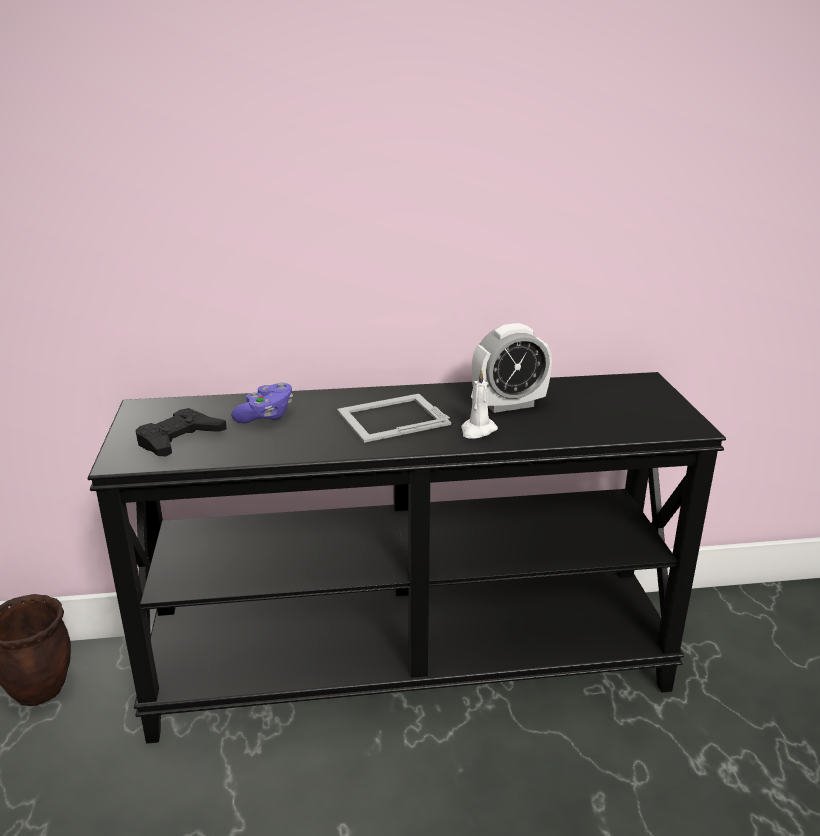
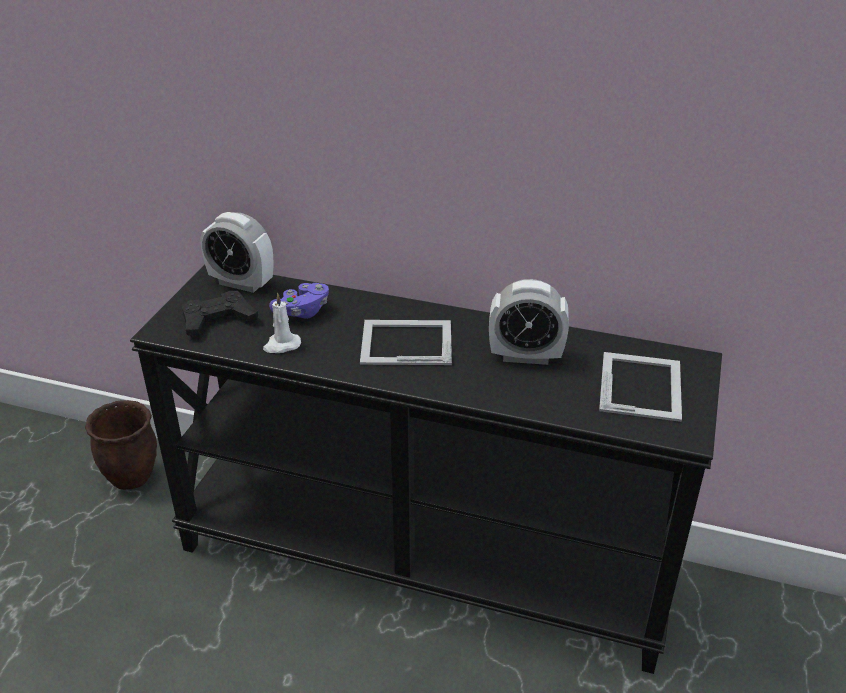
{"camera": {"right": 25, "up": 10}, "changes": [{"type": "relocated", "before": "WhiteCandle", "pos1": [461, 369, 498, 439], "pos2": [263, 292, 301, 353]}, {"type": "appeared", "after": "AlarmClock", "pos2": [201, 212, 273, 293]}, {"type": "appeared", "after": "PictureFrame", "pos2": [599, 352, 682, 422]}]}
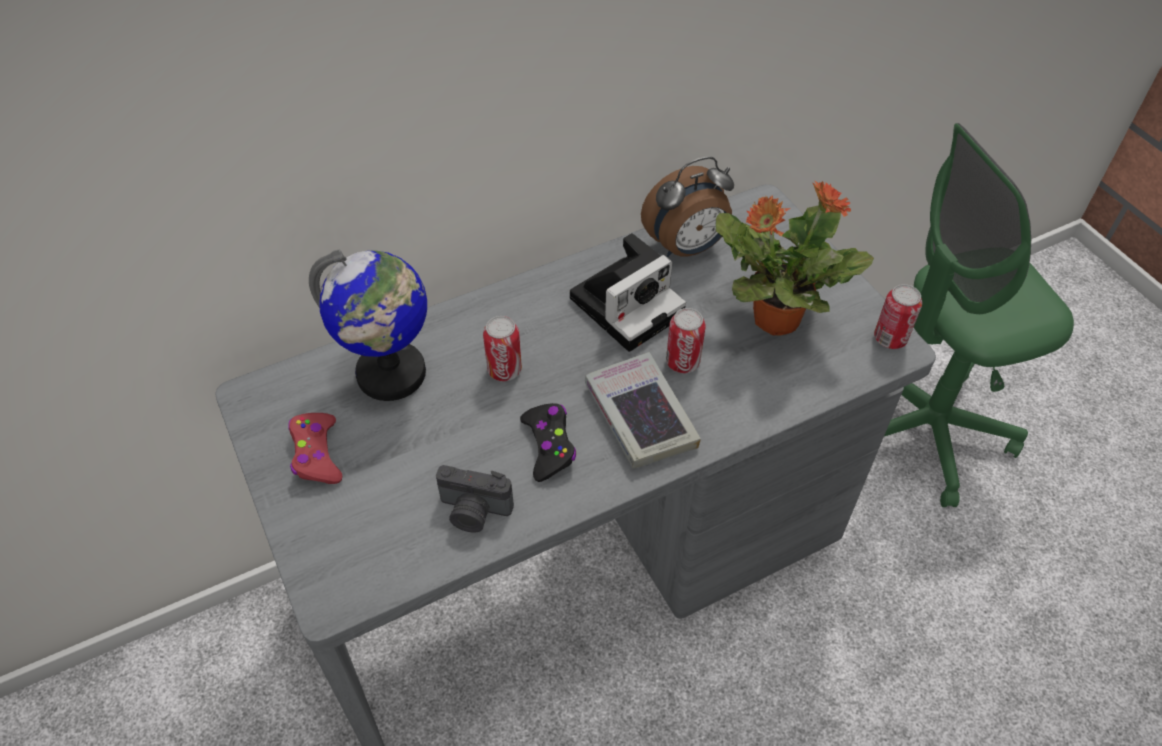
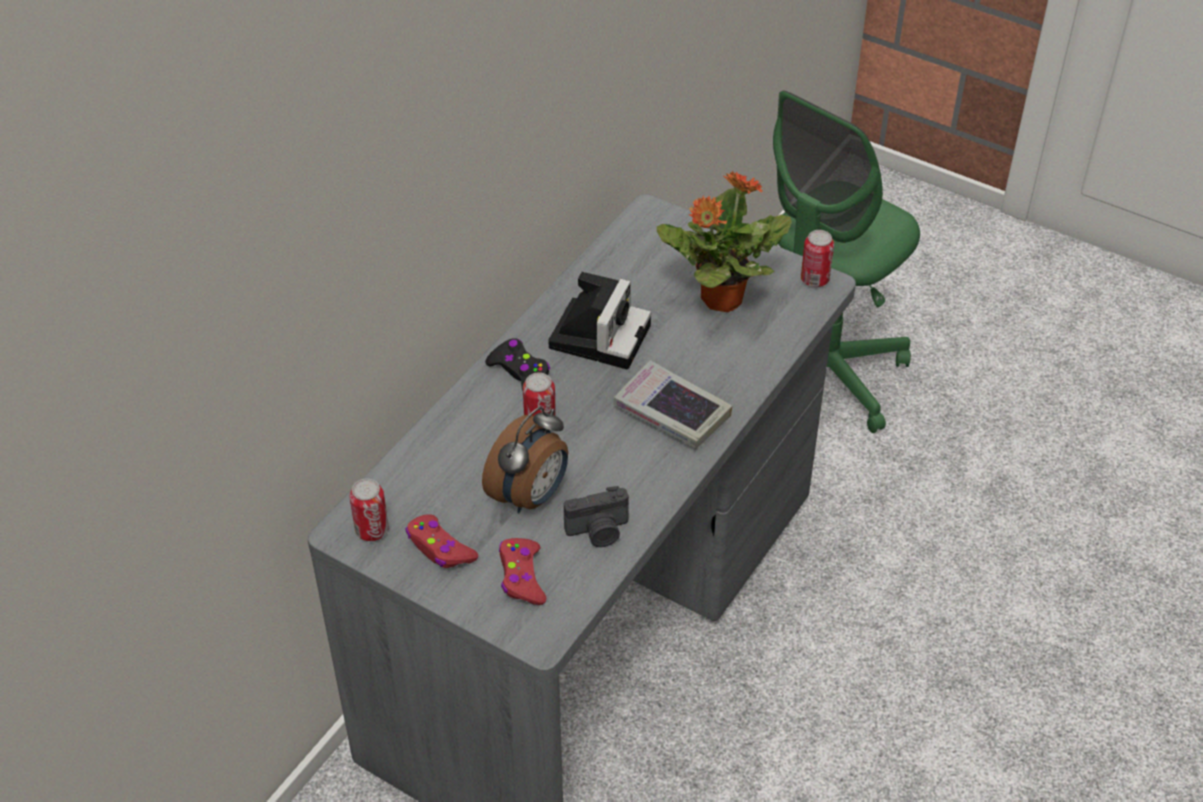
{"camera": {"right": -30, "up": -5}, "changes": [{"type": "relocated", "before": "AlarmClock", "pos1": [641, 156, 734, 257], "pos2": [482, 407, 568, 513]}, {"type": "missing", "before": "Globe", "pos1": [309, 250, 427, 401]}, {"type": "relocated", "before": "Can", "pos1": [666, 308, 706, 373], "pos2": [349, 478, 389, 541]}, {"type": "relocated", "before": "BlackGameController", "pos1": [520, 403, 576, 482], "pos2": [485, 338, 550, 391]}, {"type": "appeared", "after": "RedGameController", "pos2": [499, 538, 546, 605]}]}
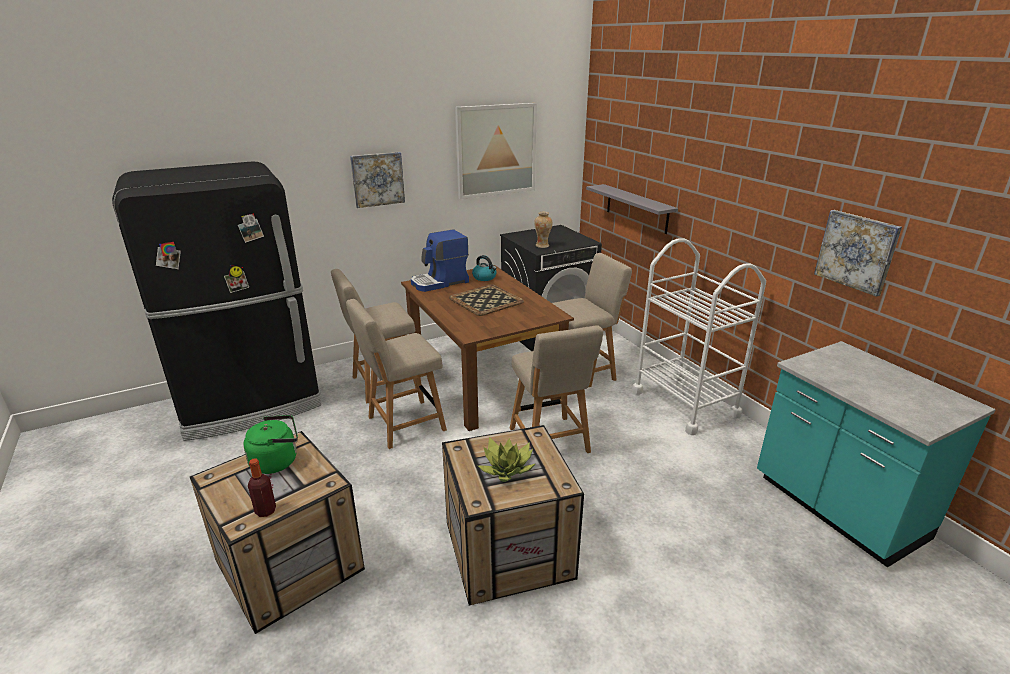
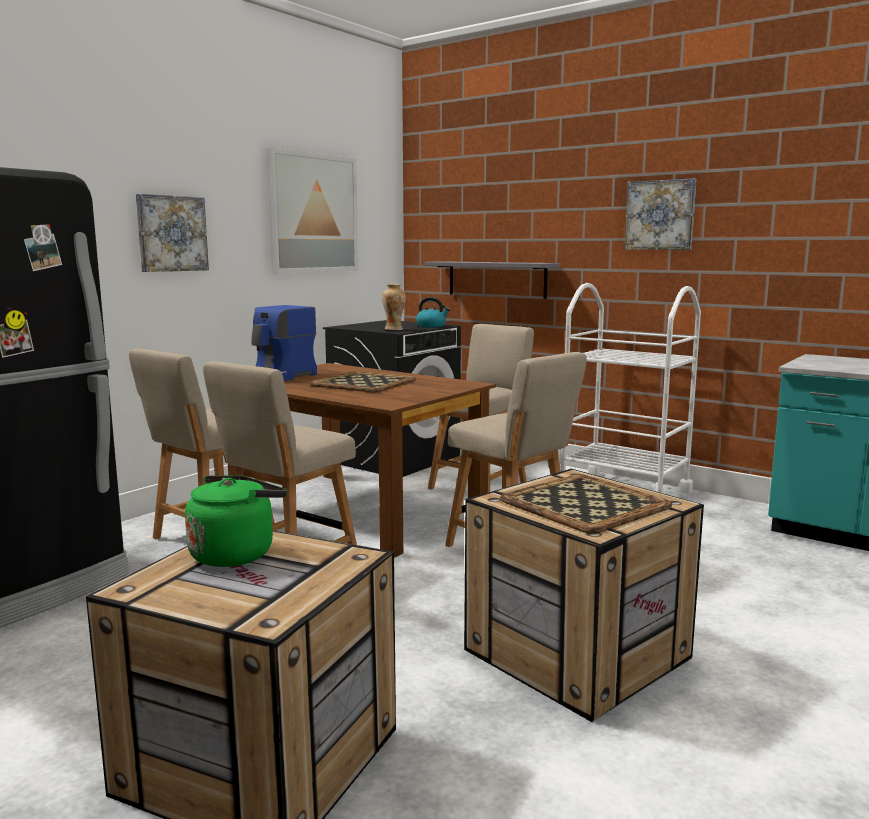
{"camera": {"right": -25, "up": -15}, "changes": [{"type": "relocated", "before": "Picture", "pos1": [814, 210, 902, 297], "pos2": [624, 178, 696, 250]}, {"type": "relocated", "before": "Kettle", "pos1": [472, 255, 496, 281], "pos2": [416, 297, 450, 327]}, {"type": "exchanged", "before": "PottedPlant", "after": "Tray", "pos1": [478, 437, 535, 482], "pos2": [500, 474, 672, 534]}, {"type": "missing", "before": "Bottle", "pos1": [248, 459, 276, 517]}]}
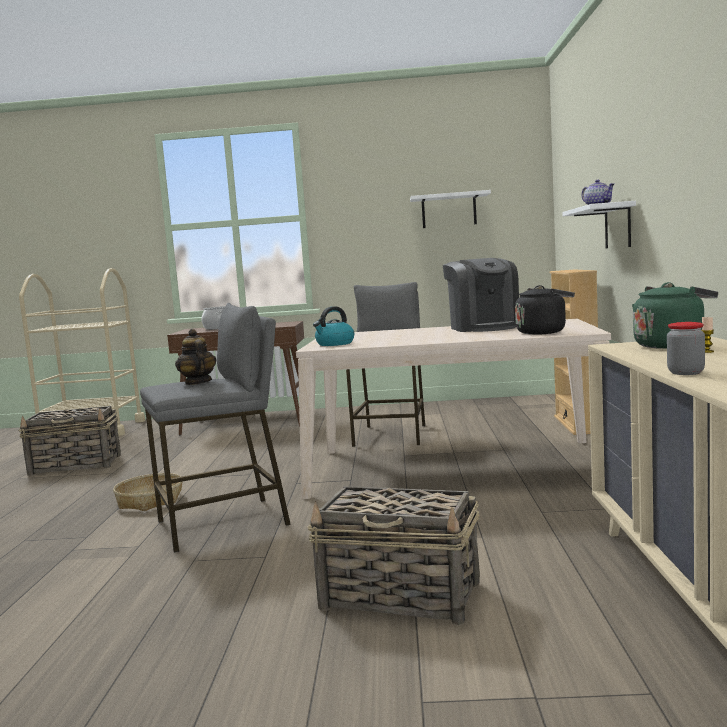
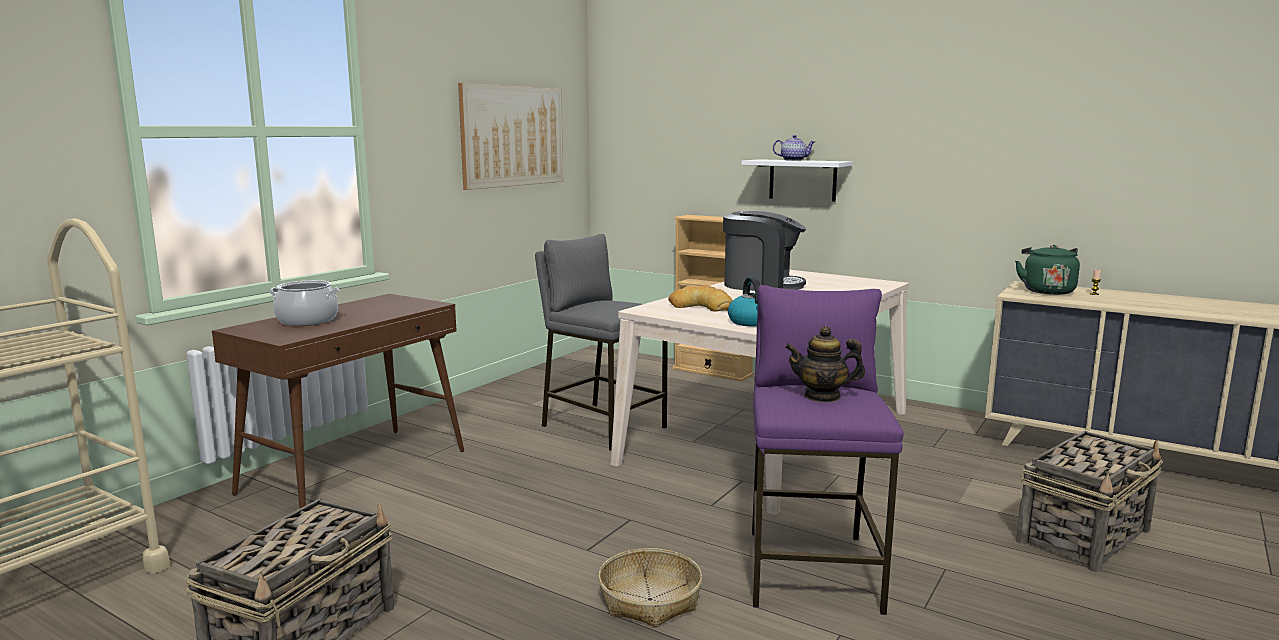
{"camera": {"right": -60, "up": 5}, "changes": [{"type": "exchanged", "before": "WhiteShelf", "after": "Picture", "pos1": [410, 190, 491, 228], "pos2": [458, 83, 563, 190]}, {"type": "missing", "before": "BlackKettle", "pos1": [515, 285, 575, 335]}, {"type": "colour", "before": "GreyStool", "after": "PurpleStool", "pos1": [140, 303, 291, 553], "pos2": [752, 285, 904, 615]}, {"type": "missing", "before": "Jar", "pos1": [667, 322, 705, 375]}, {"type": "appeared", "after": "Bread", "pos2": [668, 285, 733, 312]}]}
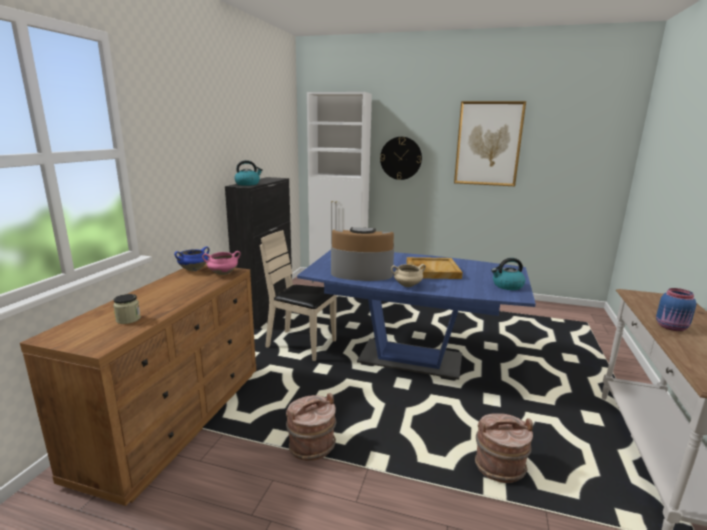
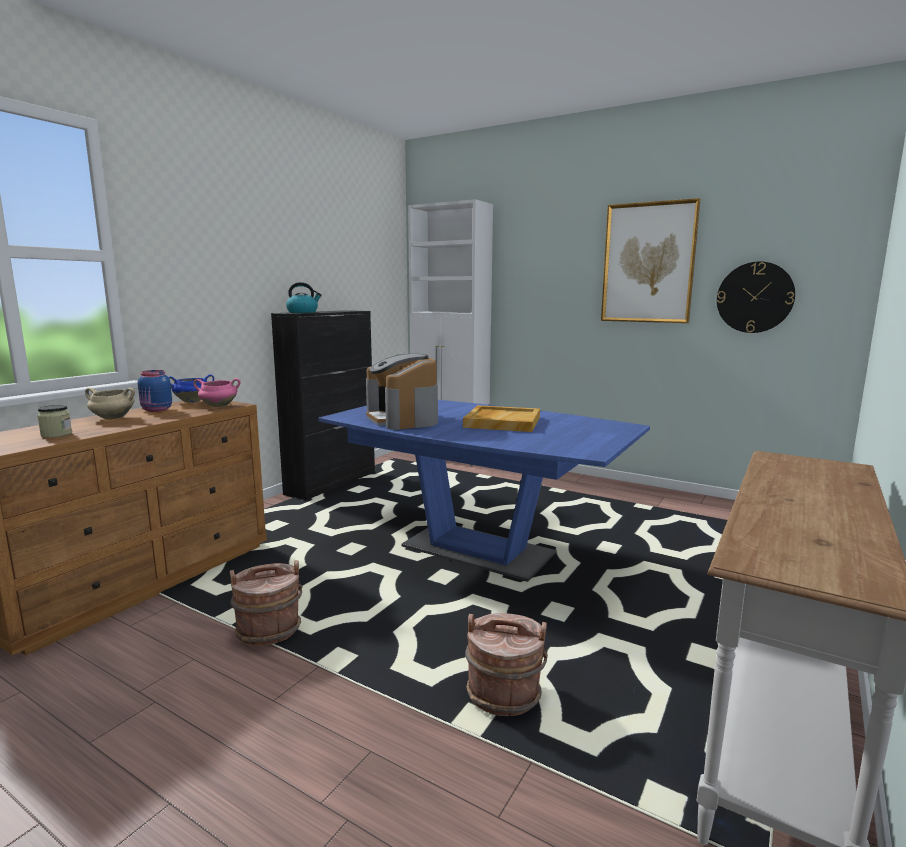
{"camera": {"right": 15, "up": -5}, "changes": [{"type": "relocated", "before": "WallClock", "pos1": [380, 137, 422, 180], "pos2": [717, 261, 795, 333]}, {"type": "spun", "before": "CoffeeMachine", "pos1": [331, 227, 394, 281], "pos2": [366, 354, 438, 430], "turn": -135}, {"type": "missing", "before": "BeigeChair", "pos1": [260, 230, 337, 361]}, {"type": "missing", "before": "Kettle", "pos1": [491, 258, 526, 290]}, {"type": "relocated", "before": "BeigeCookingPot", "pos1": [391, 264, 426, 287], "pos2": [85, 388, 135, 420]}, {"type": "relocated", "before": "BlueJar", "pos1": [656, 288, 696, 331], "pos2": [137, 370, 172, 412]}]}
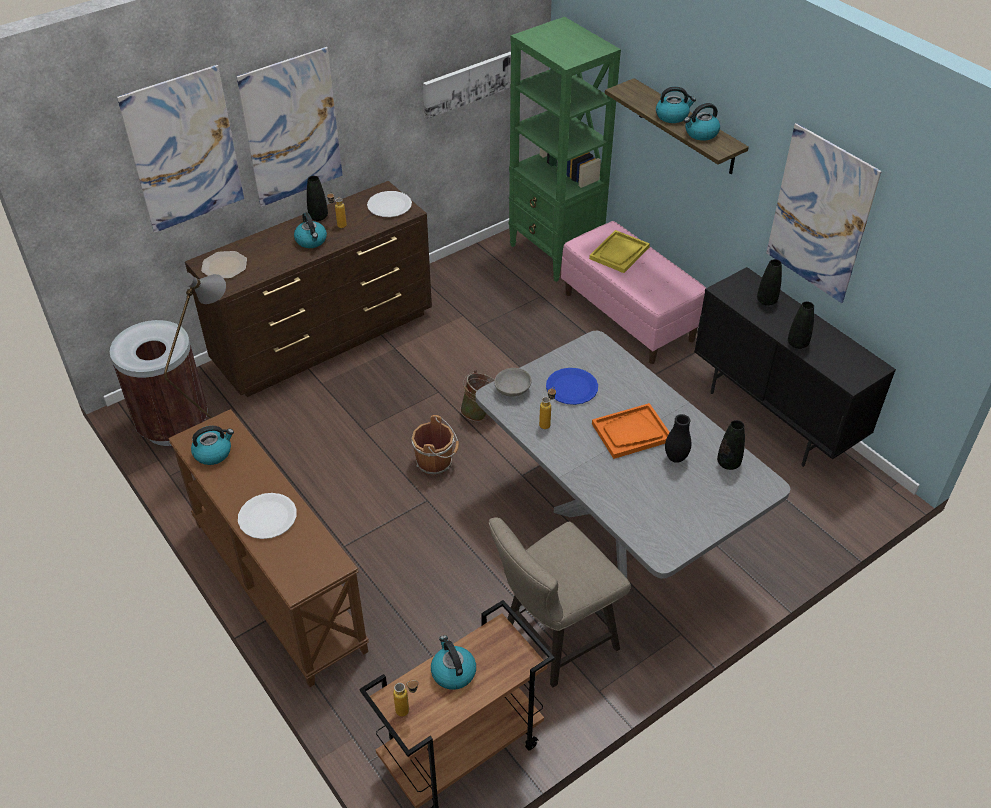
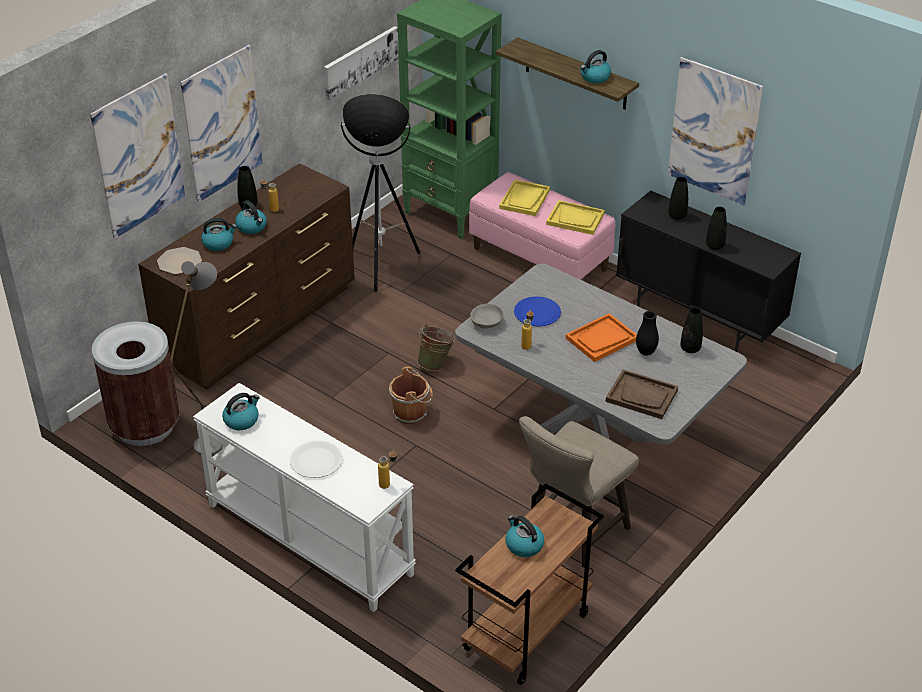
{"camera": {"right": -15, "up": -5}, "changes": [{"type": "relocated", "before": "Kettle", "pos1": [656, 86, 696, 123], "pos2": [201, 218, 237, 251]}, {"type": "missing", "before": "WhitePlate", "pos1": [367, 191, 412, 217]}, {"type": "colour", "before": "BrownConsoleTable", "after": "WhiteConsoleTable", "pos1": [168, 409, 369, 687], "pos2": [193, 383, 416, 612]}, {"type": "relocated", "before": "Bottle", "pos1": [393, 679, 419, 716], "pos2": [378, 450, 398, 489]}, {"type": "appeared", "after": "FloorLamp", "pos2": [340, 94, 421, 292]}, {"type": "appeared", "after": "YellowTray", "pos2": [546, 200, 605, 235]}, {"type": "appeared", "after": "BrownTray", "pos2": [606, 369, 678, 419]}]}
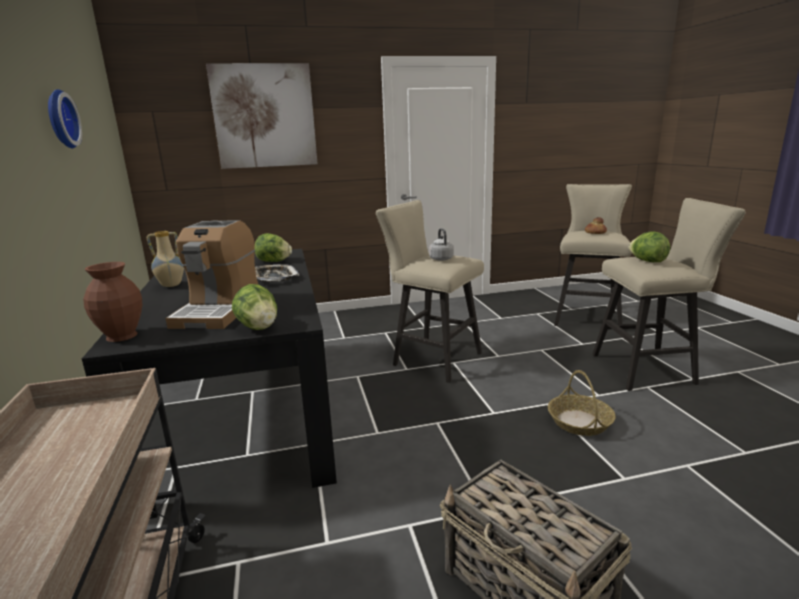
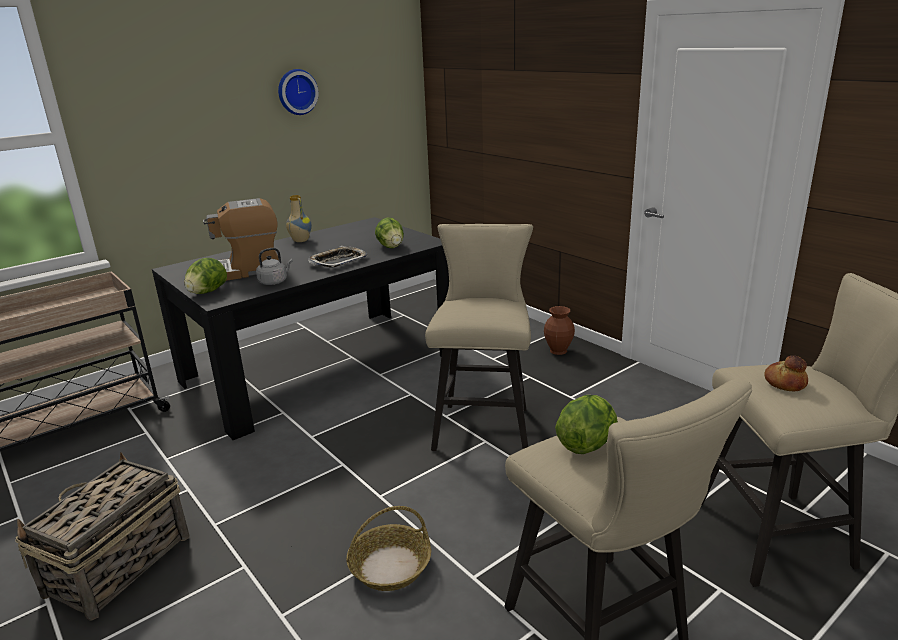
{"camera": {"right": 65, "up": 5}, "changes": [{"type": "missing", "before": "Picture", "pos1": [206, 63, 318, 169]}, {"type": "relocated", "before": "GreyKettle", "pos1": [429, 228, 454, 261], "pos2": [256, 248, 293, 285]}, {"type": "relocated", "before": "BrownVase", "pos1": [83, 262, 142, 342], "pos2": [544, 306, 575, 355]}]}
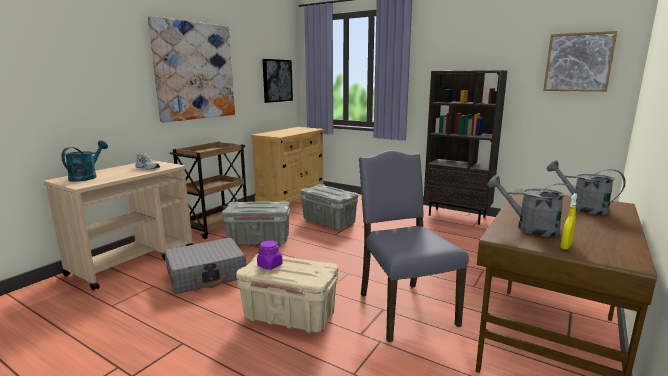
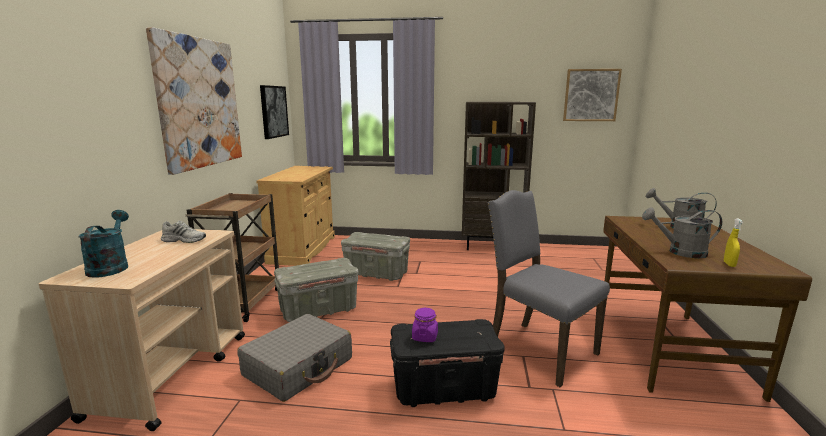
{"camera": {"right": -25, "up": 0}, "changes": [{"type": "colour", "before": "BeigeStorageBox", "after": "BlackStorageBox", "pos1": [236, 254, 338, 333], "pos2": [390, 319, 505, 407]}]}
